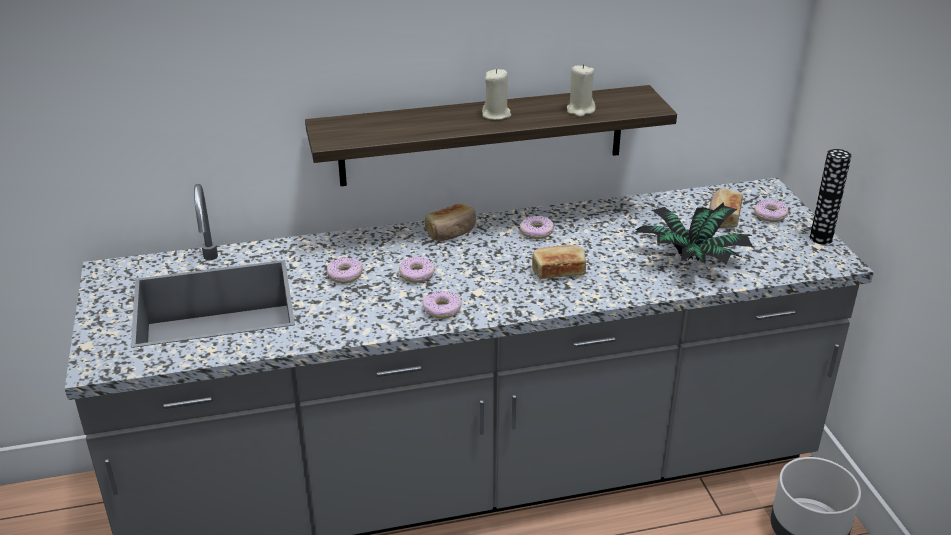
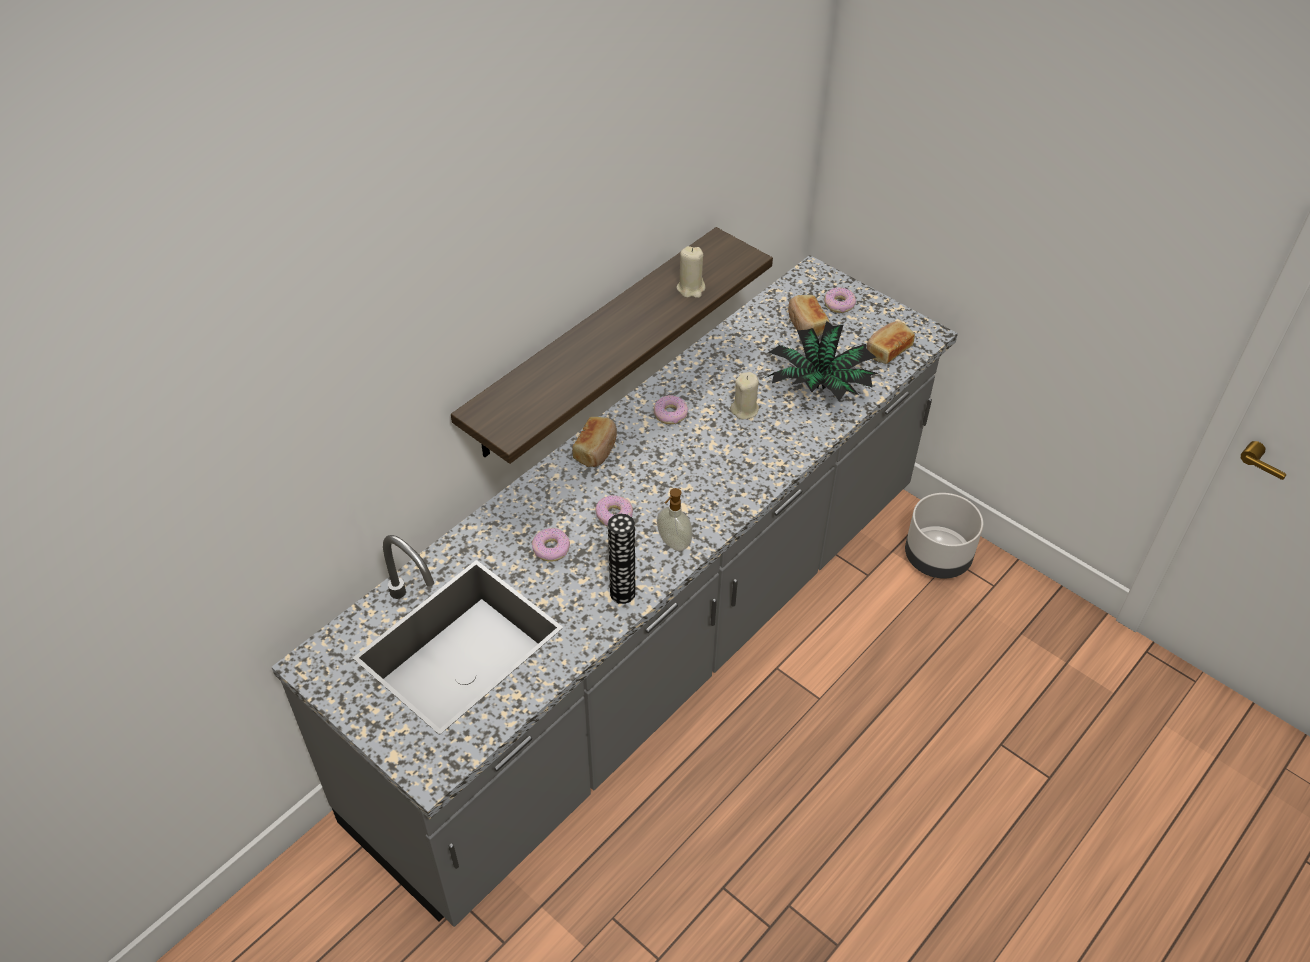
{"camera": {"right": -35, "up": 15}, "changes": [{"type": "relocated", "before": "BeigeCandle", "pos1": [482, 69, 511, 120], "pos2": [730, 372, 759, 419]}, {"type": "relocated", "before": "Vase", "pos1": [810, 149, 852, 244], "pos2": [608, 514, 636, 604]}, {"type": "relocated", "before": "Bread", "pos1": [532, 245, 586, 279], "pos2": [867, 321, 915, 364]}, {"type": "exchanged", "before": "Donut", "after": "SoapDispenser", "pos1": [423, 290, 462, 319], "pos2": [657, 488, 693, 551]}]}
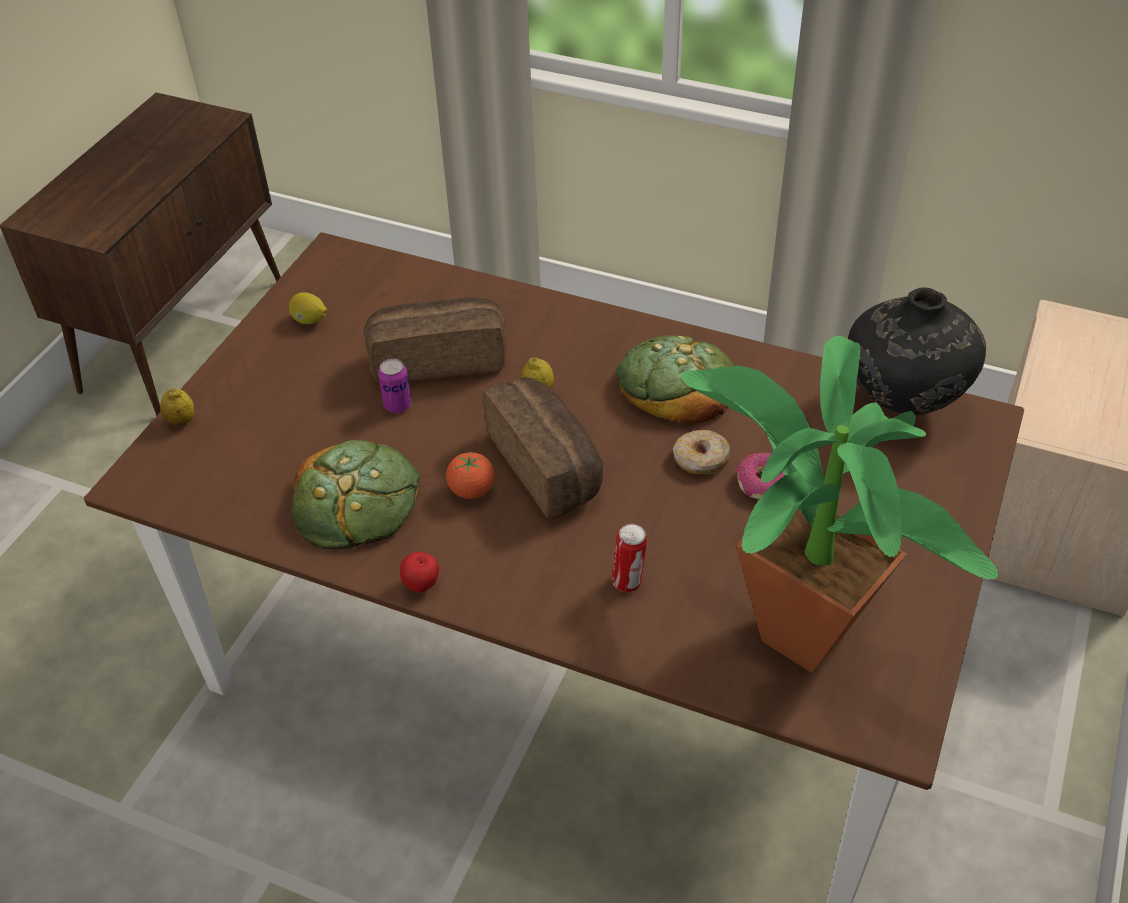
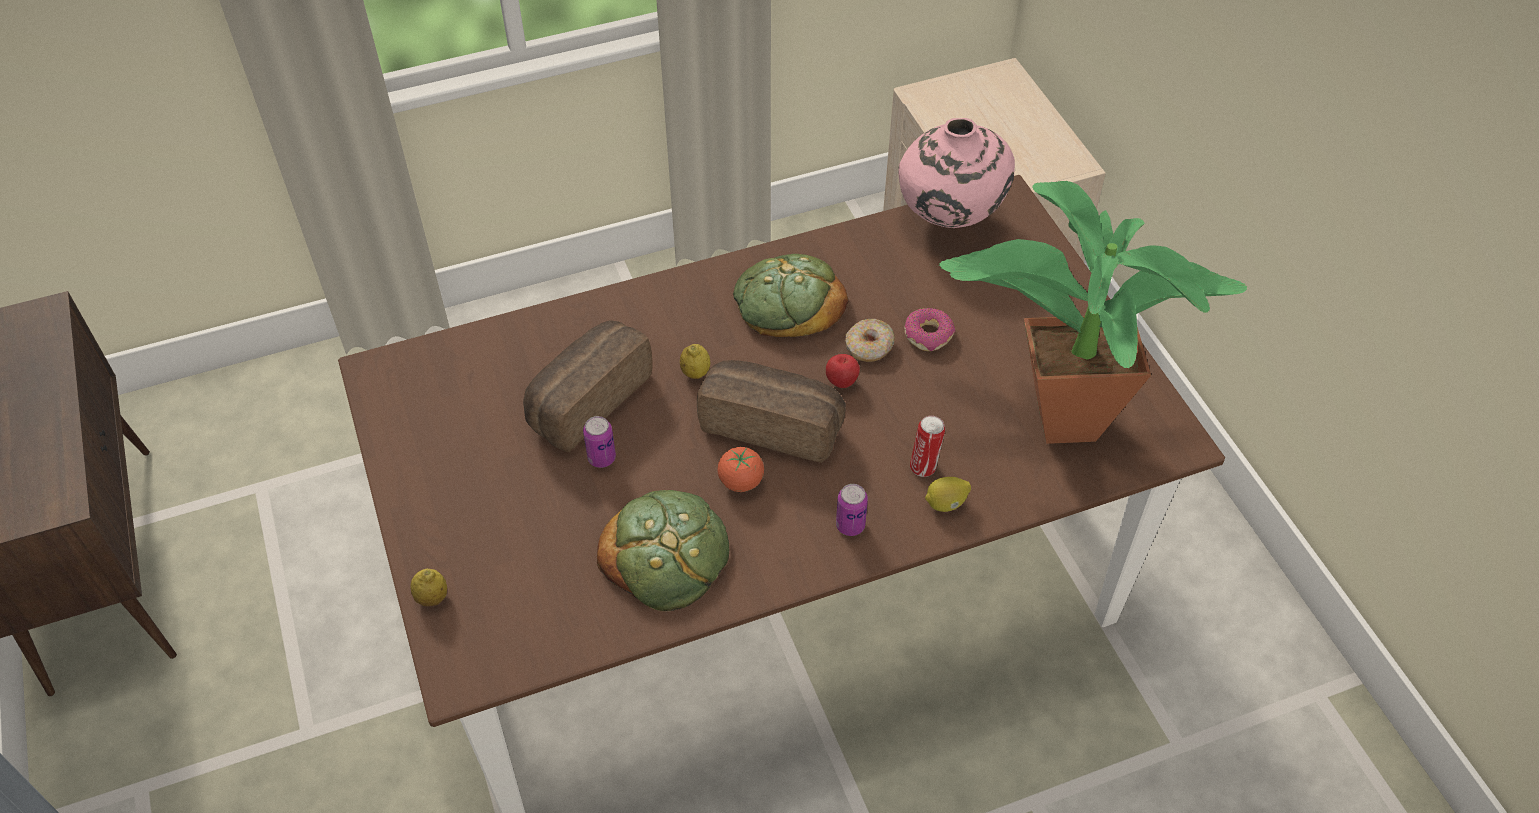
{"camera": {"right": -45, "up": 5}, "changes": [{"type": "colour", "before": "BlackVase", "after": "PinkVase", "pos1": [848, 287, 986, 415], "pos2": [898, 118, 1015, 228]}, {"type": "relocated", "before": "Lemon", "pos1": [289, 292, 327, 324], "pos2": [925, 477, 971, 512]}, {"type": "relocated", "before": "Apple", "pos1": [400, 552, 439, 592], "pos2": [826, 354, 860, 388]}, {"type": "appeared", "after": "Can", "pos2": [836, 484, 868, 536]}]}
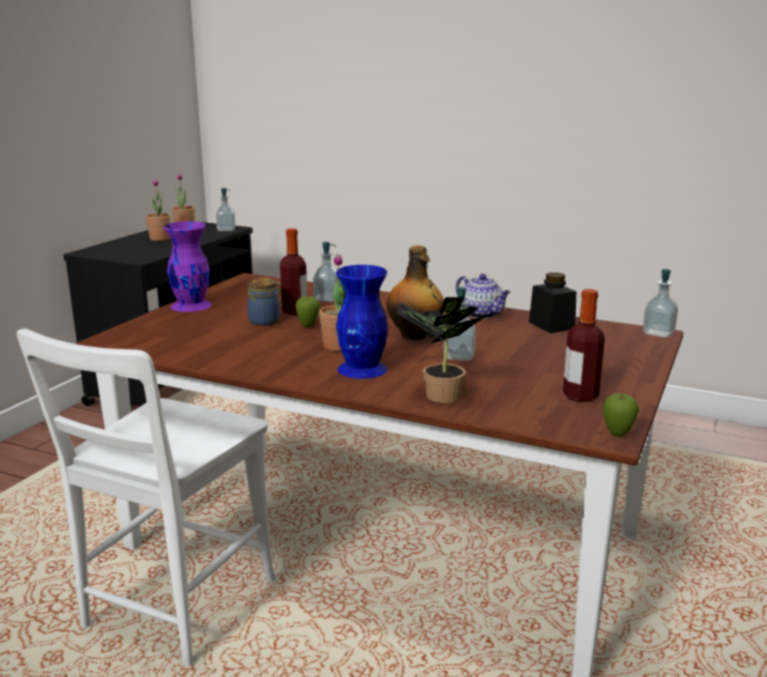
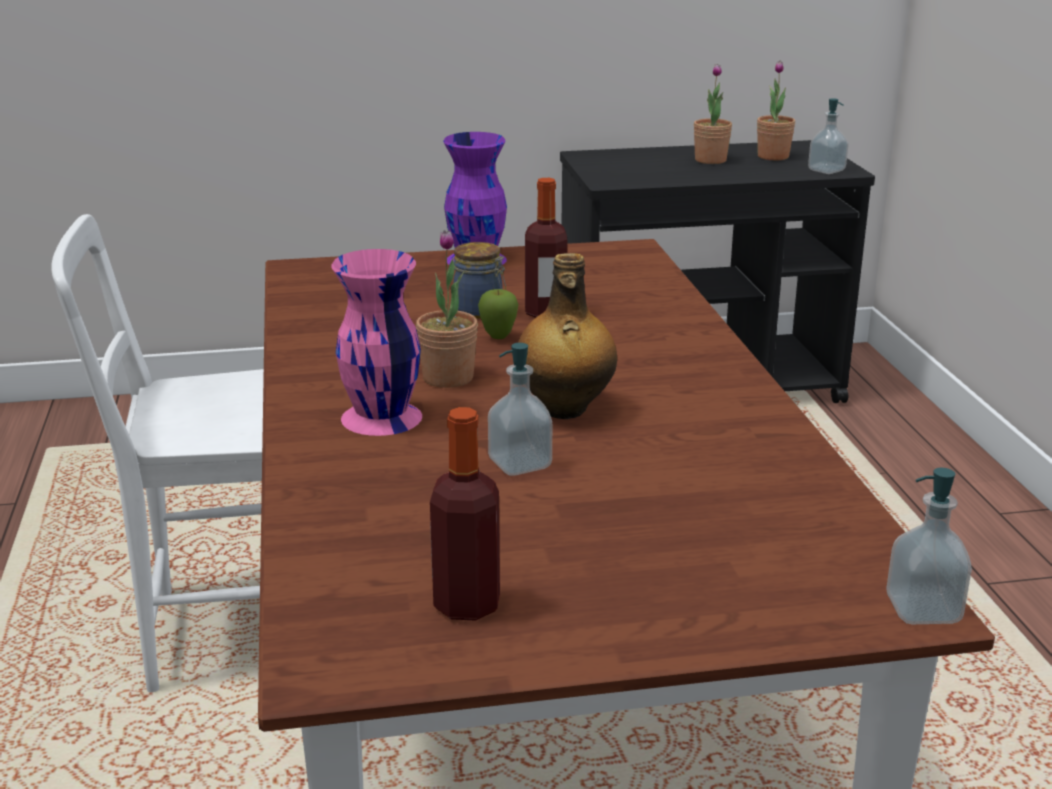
{"camera": {"right": 55, "up": 5}, "changes": [{"type": "missing", "before": "SoapDispenser", "pos1": [313, 242, 337, 302]}, {"type": "colour", "before": "BlueVase", "after": "PinkVase", "pos1": [336, 265, 388, 379], "pos2": [331, 249, 422, 436]}, {"type": "missing", "before": "BlackJar", "pos1": [529, 272, 576, 333]}, {"type": "missing", "before": "Teapot", "pos1": [456, 274, 511, 319]}, {"type": "missing", "before": "PottedPlant", "pos1": [397, 293, 486, 403]}, {"type": "missing", "before": "Apple", "pos1": [603, 393, 639, 436]}]}
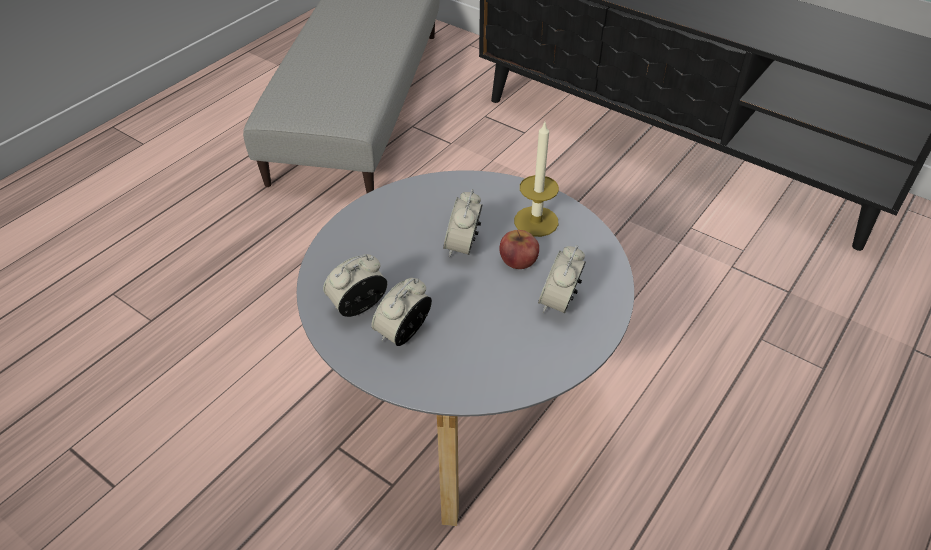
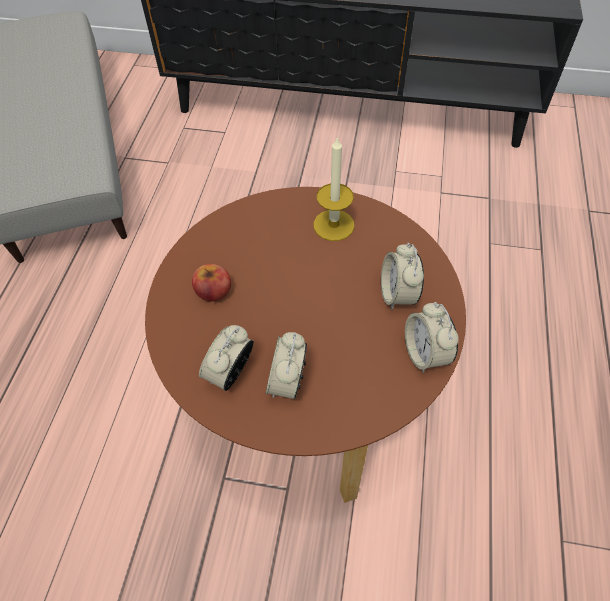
{"camera": {"right": -25, "up": 10}, "changes": [{"type": "colour", "before": "GreyCoffeeTable", "after": "BrownCoffeeTable", "pos1": [297, 170, 634, 526], "pos2": [145, 187, 466, 503]}, {"type": "relocated", "before": "AlarmClock", "pos1": [443, 189, 483, 258], "pos2": [405, 302, 459, 373]}, {"type": "relocated", "before": "Apple", "pos1": [499, 230, 539, 269], "pos2": [192, 264, 231, 302]}]}
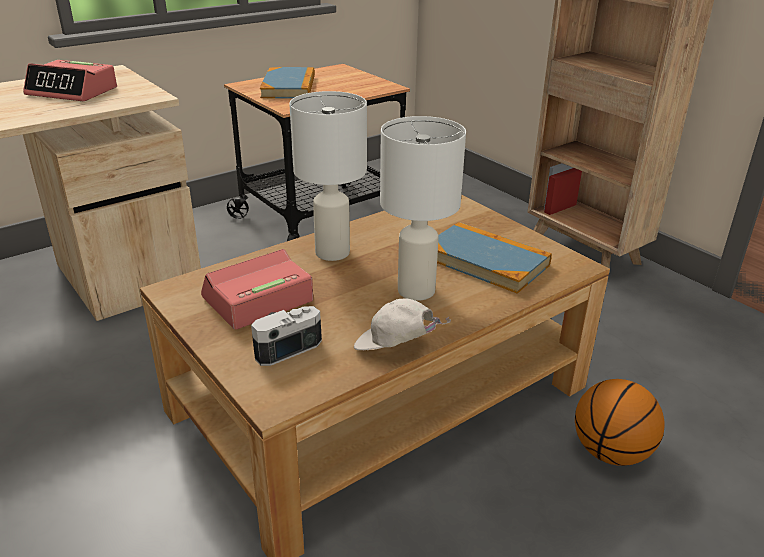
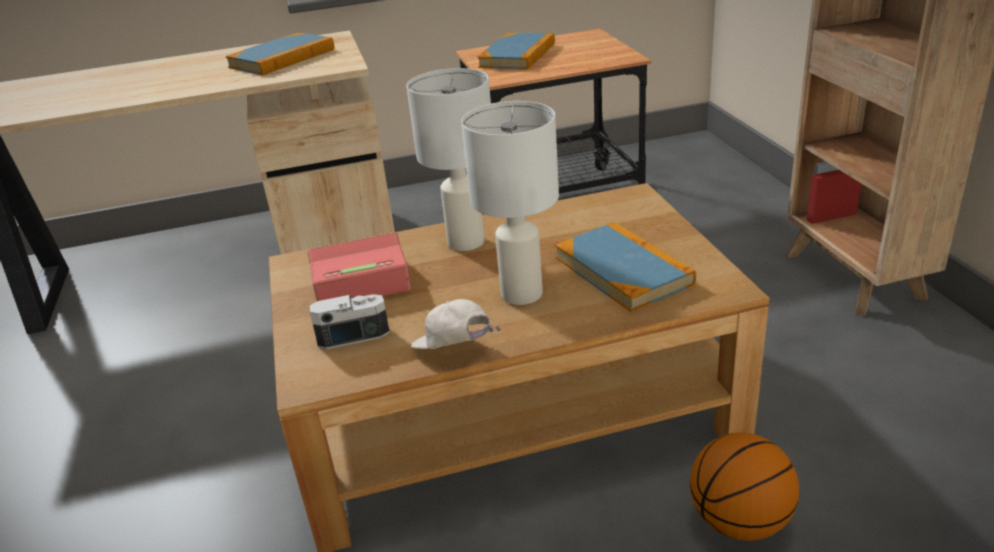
{"camera": {"right": 25, "up": 0}, "changes": [{"type": "exchanged", "before": "AlarmClock", "after": "Book", "pos1": [23, 60, 117, 102], "pos2": [226, 33, 335, 75]}]}
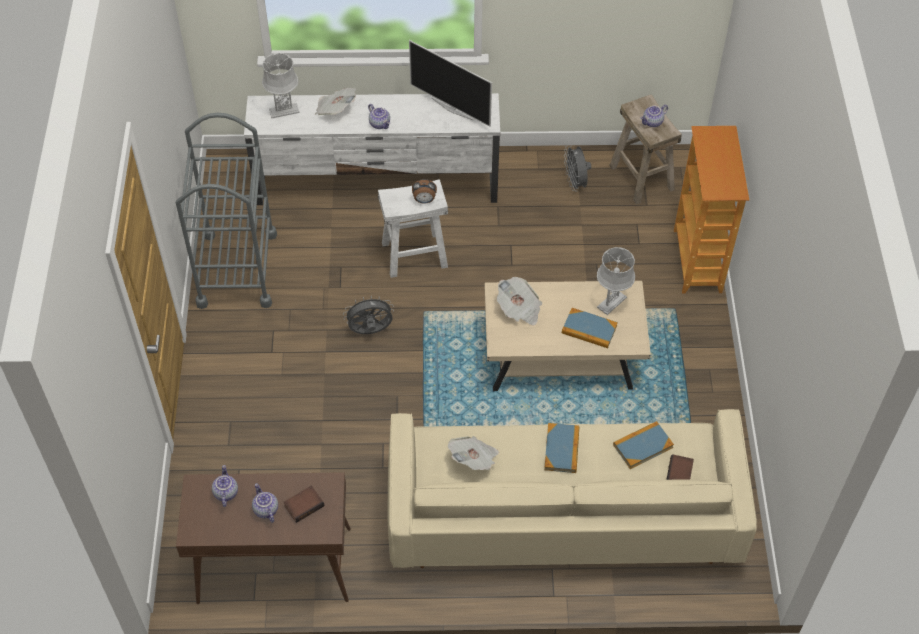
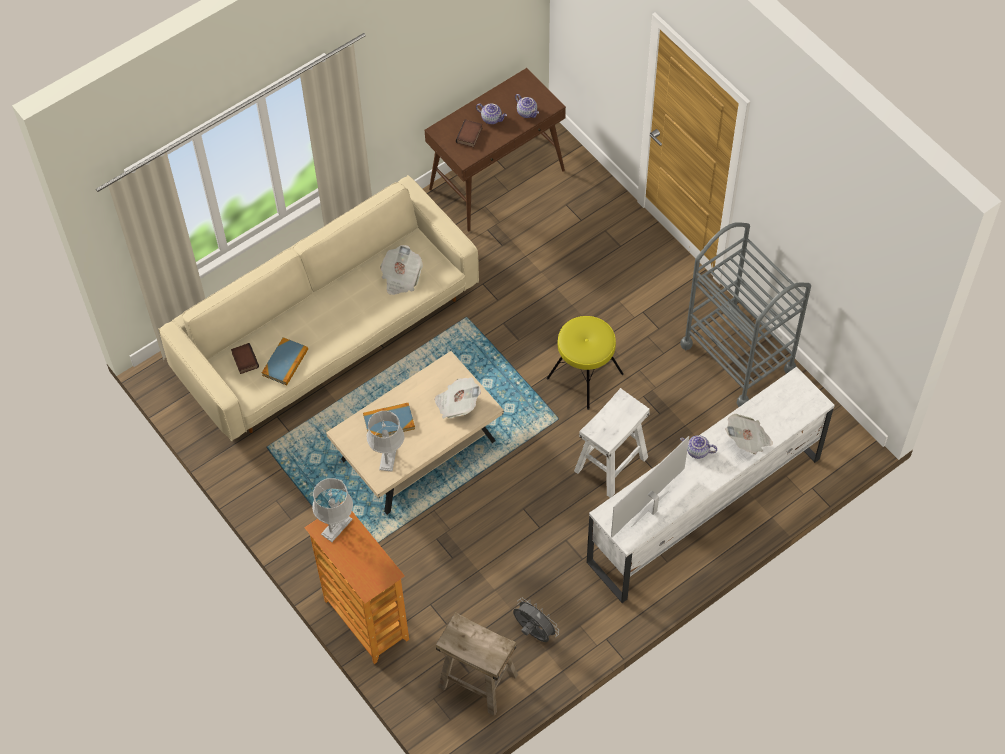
{"camera": {"right": 145, "up": 5}, "changes": [{"type": "spun", "before": "Television", "pos1": [409, 40, 492, 127], "pos2": [611, 436, 689, 538], "turn": -45}, {"type": "relocated", "before": "GreyTableLamp", "pos1": [262, 53, 300, 118], "pos2": [312, 478, 353, 542]}, {"type": "missing", "before": "Teapot", "pos1": [640, 105, 668, 127]}, {"type": "missing", "before": "AlarmClock", "pos1": [412, 179, 437, 204]}, {"type": "exchanged", "before": "GreyFan", "after": "YellowStool", "pos1": [343, 296, 394, 334], "pos2": [547, 316, 624, 410]}, {"type": "missing", "before": "Book", "pos1": [544, 423, 579, 473]}]}
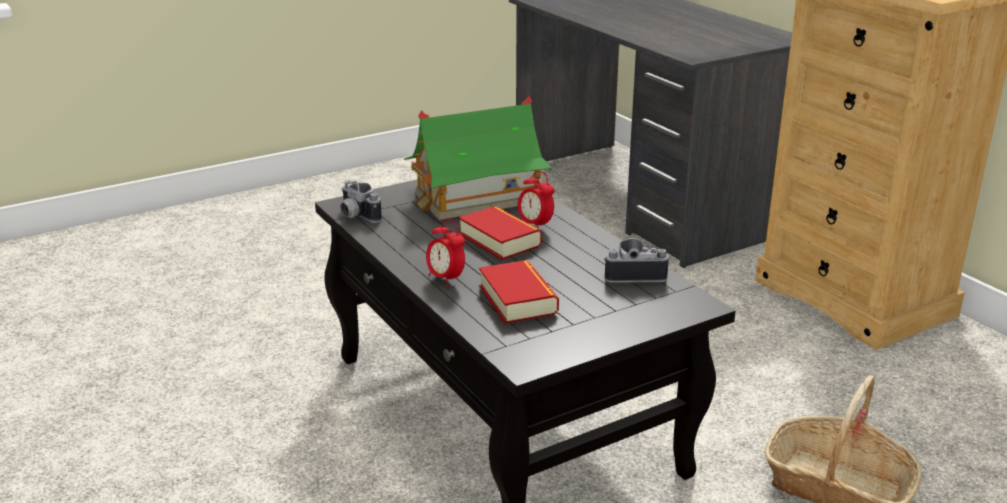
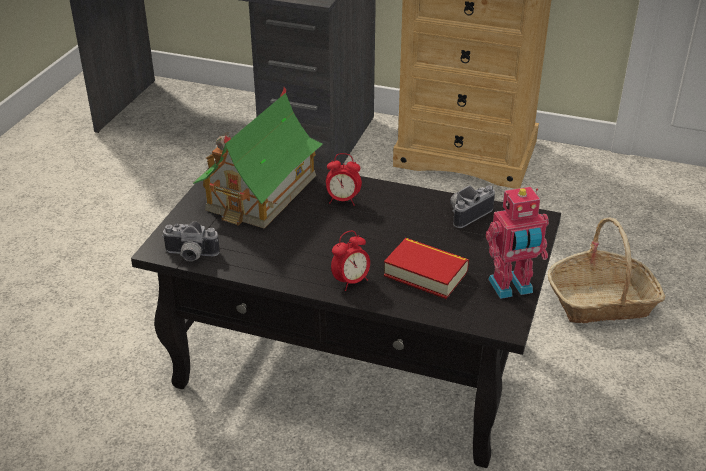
{"camera": {"right": -40, "up": 10}, "changes": [{"type": "missing", "before": "Book", "pos1": [459, 206, 542, 260]}, {"type": "spun", "before": "AlarmClock", "pos1": [426, 219, 465, 287], "pos2": [331, 231, 370, 291], "turn": -45}, {"type": "appeared", "after": "ToyRobot", "pos2": [486, 187, 549, 299]}]}
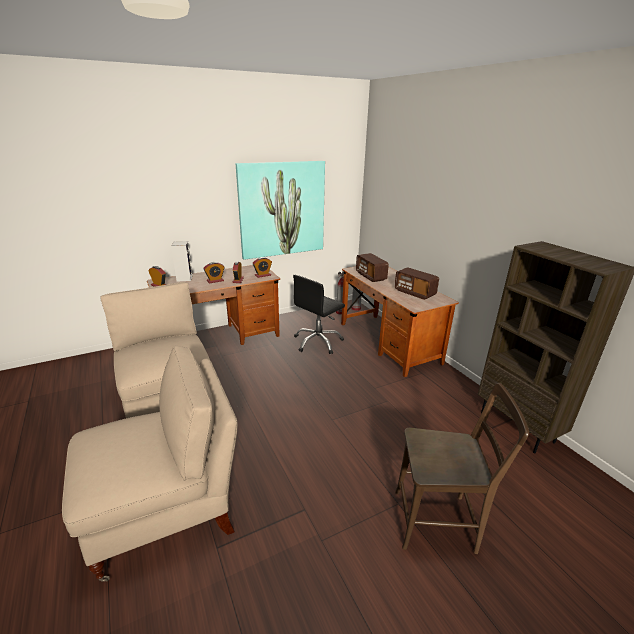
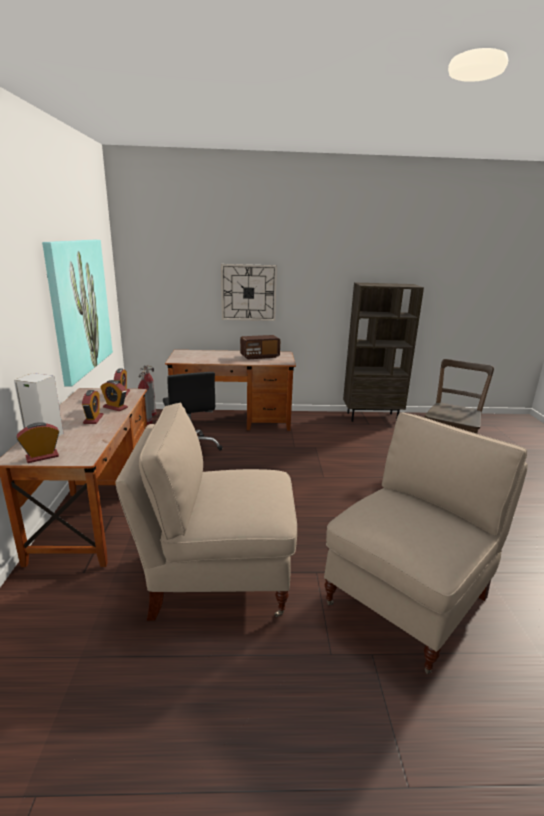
{"camera": {"right": -65, "up": -5}, "changes": [{"type": "missing", "before": "Radio", "pos1": [356, 253, 389, 282]}, {"type": "spun", "before": "BeigeChair", "pos1": [62, 346, 238, 582], "pos2": [324, 413, 528, 674], "turn": 45}, {"type": "appeared", "after": "WallClock", "pos2": [221, 264, 277, 321]}]}
